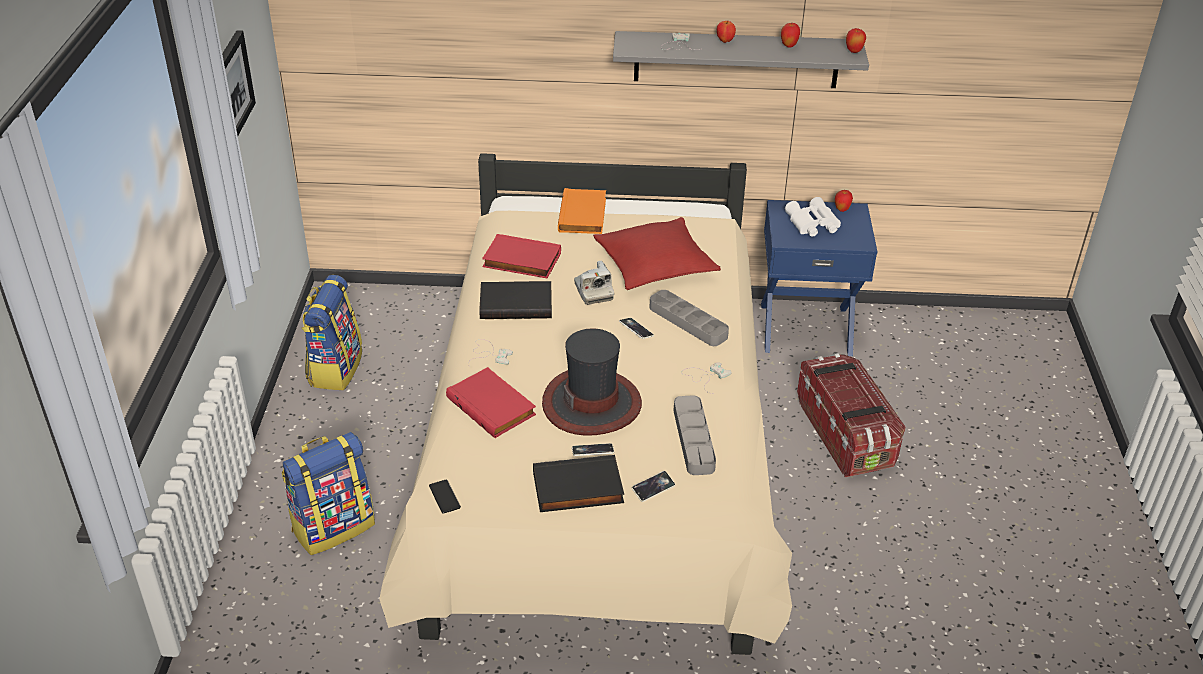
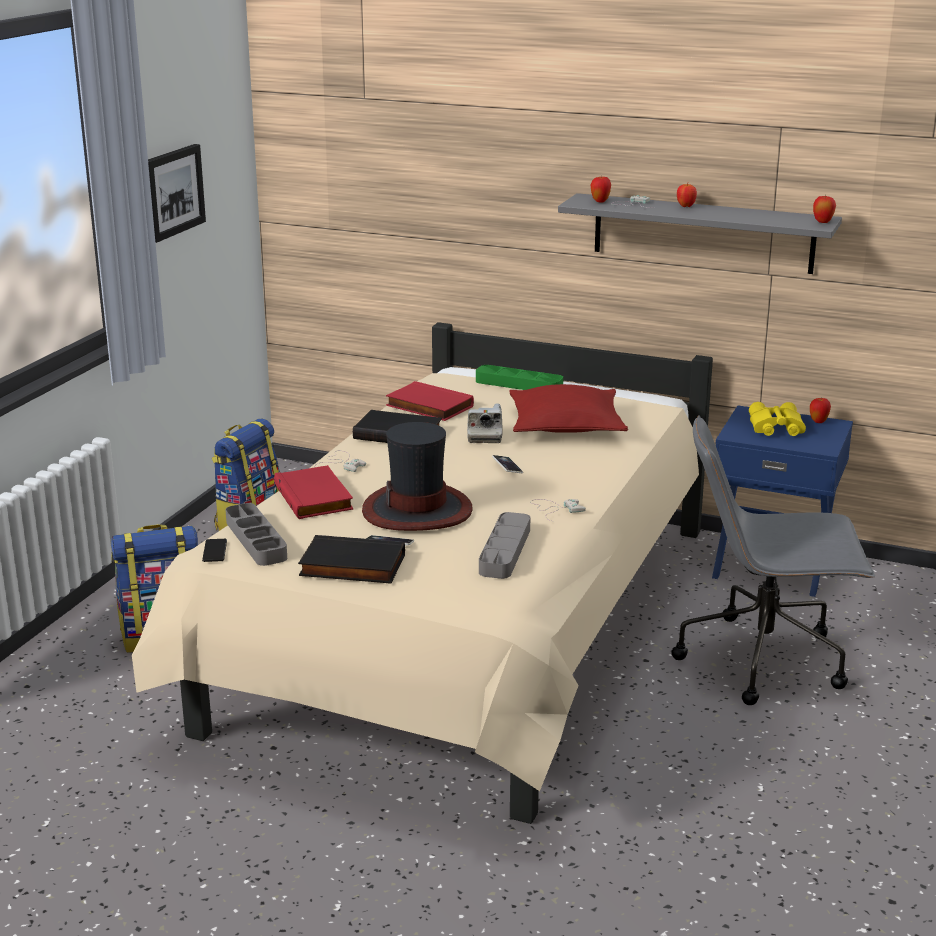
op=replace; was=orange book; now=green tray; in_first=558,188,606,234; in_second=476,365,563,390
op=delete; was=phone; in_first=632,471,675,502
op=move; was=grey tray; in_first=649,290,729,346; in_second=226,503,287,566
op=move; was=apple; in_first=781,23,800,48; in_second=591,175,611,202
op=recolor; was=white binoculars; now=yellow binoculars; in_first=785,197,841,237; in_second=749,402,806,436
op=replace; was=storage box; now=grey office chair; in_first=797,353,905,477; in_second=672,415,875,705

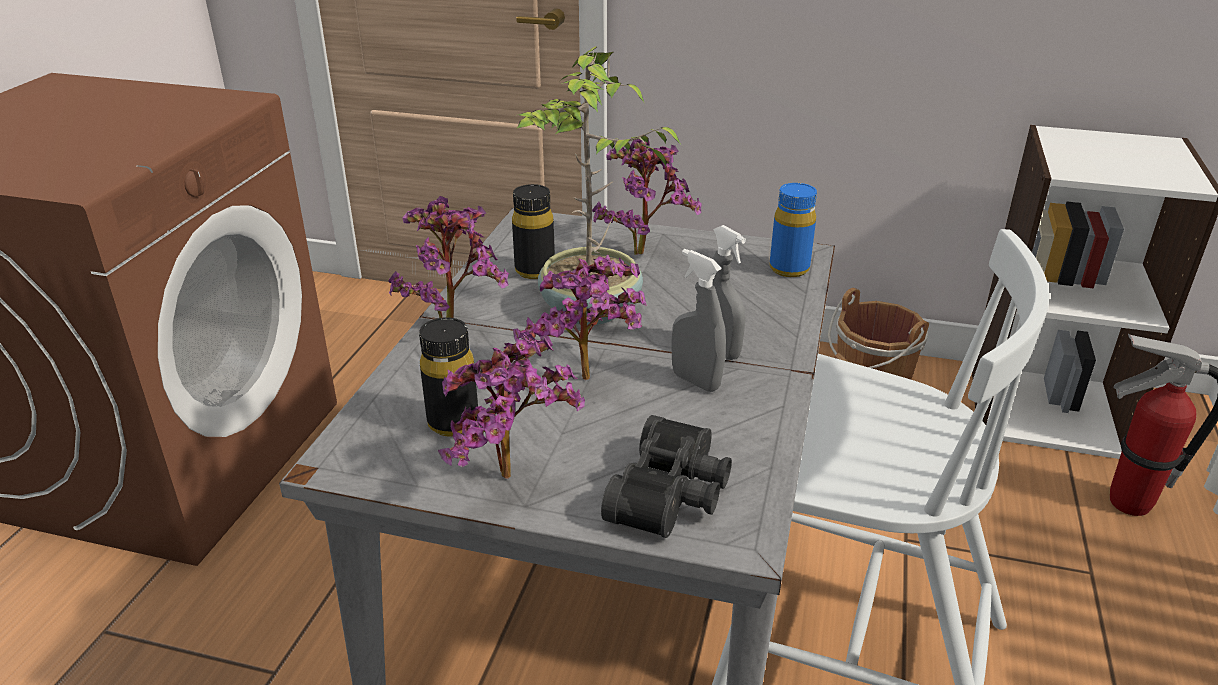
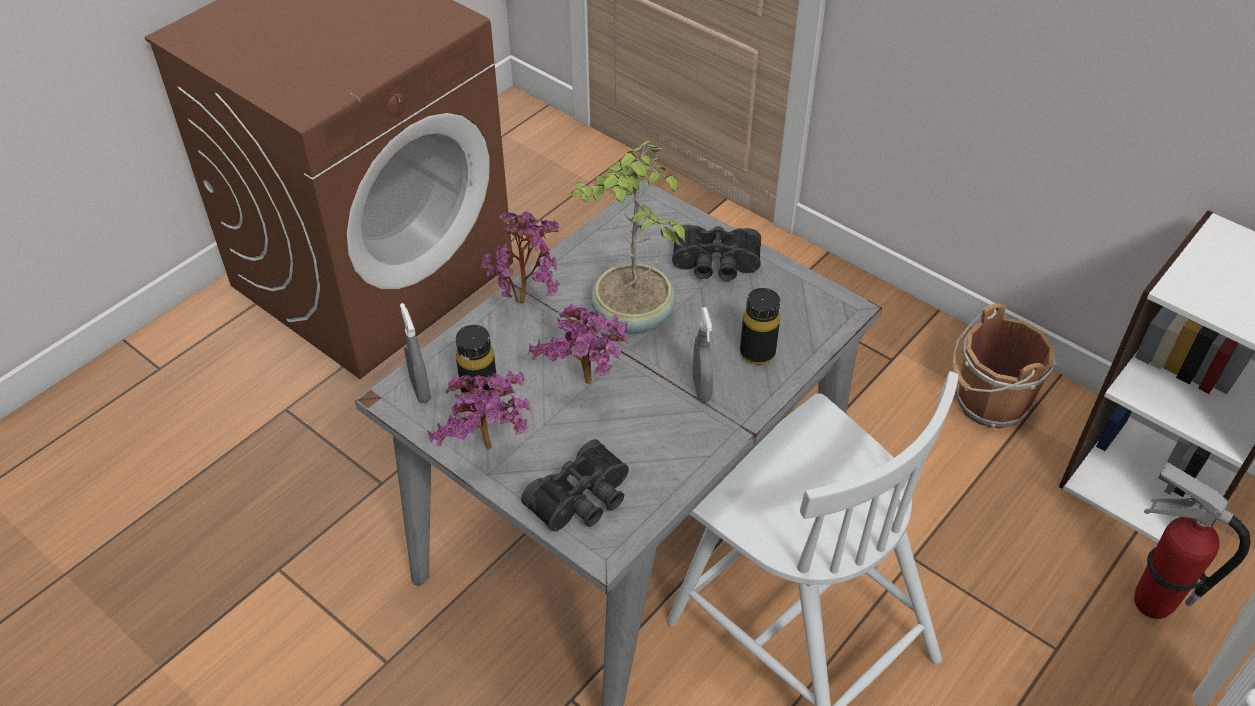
op=move; was=black bottle; in_first=512,184,555,279; in_second=740,288,780,365
op=replace; was=potted plant; now=black binoculars; in_first=592,135,702,255; in_second=672,225,761,281
op=move; was=grey spray bottle; in_first=671,249,726,392; in_second=400,303,431,403
op=delete; was=blue bottle; in_first=770,183,817,277

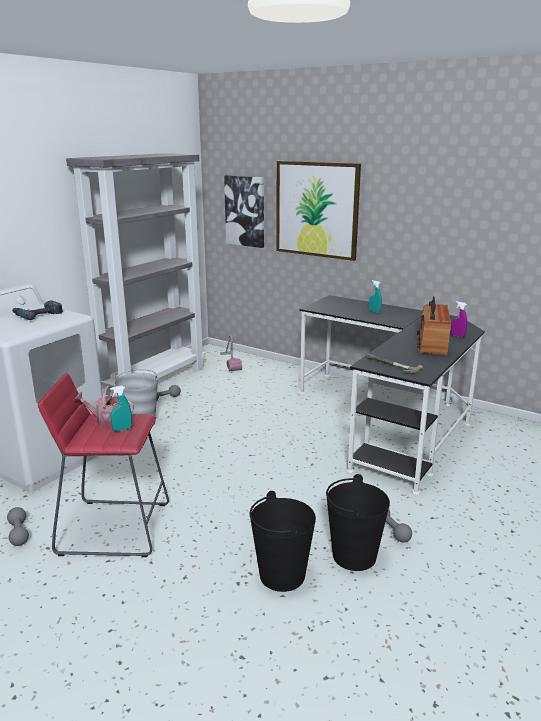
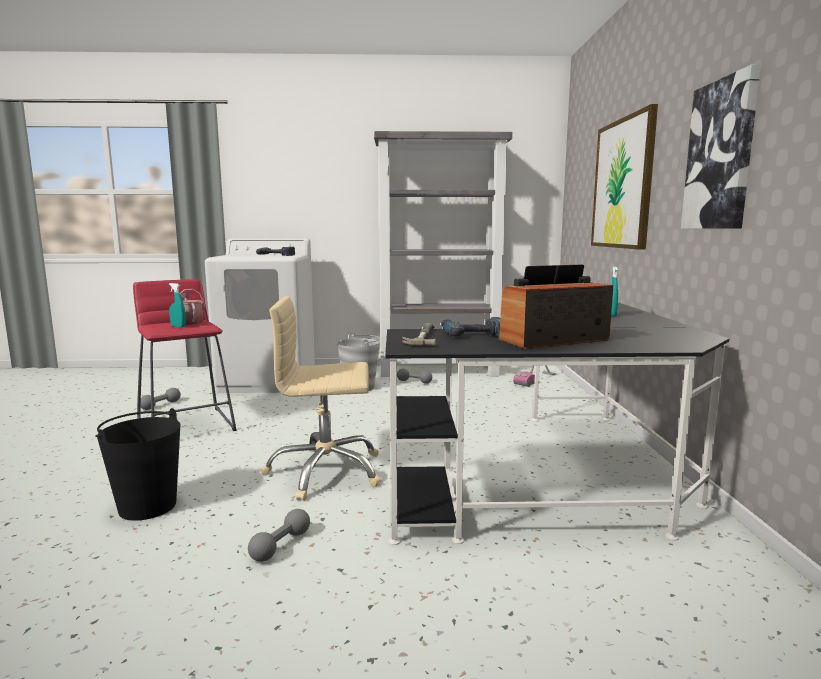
op=move; was=picture; in_first=224,175,264,248; in_second=681,64,761,229
op=delete; was=black bucket; in_first=326,474,390,571
op=delete; was=purple spray bottle; in_first=451,301,467,338
op=insert; now=beige office chair; in_second=261,296,381,501
op=insert; now=power drill; in_second=441,317,500,337

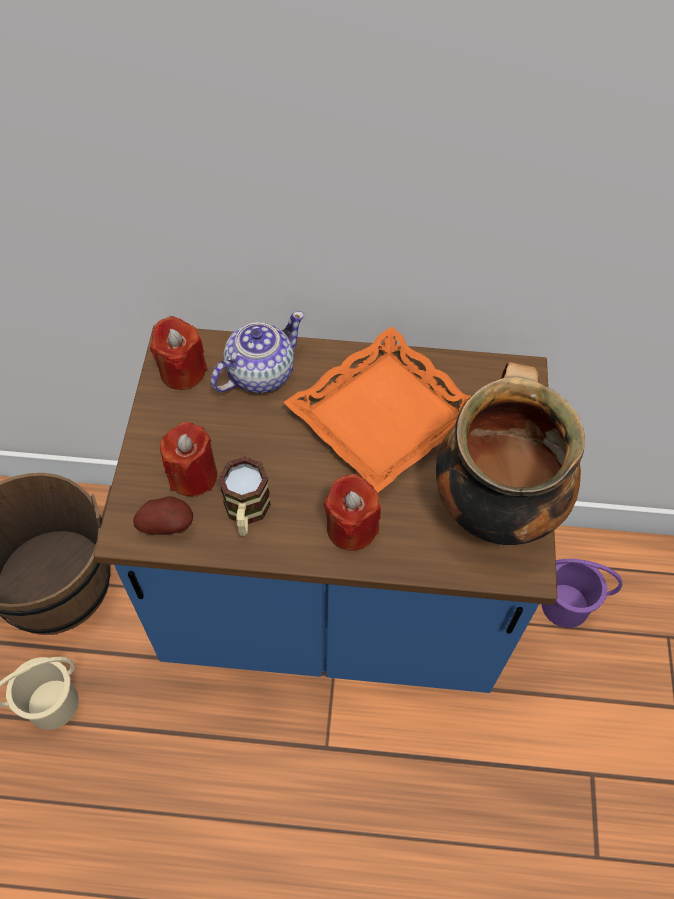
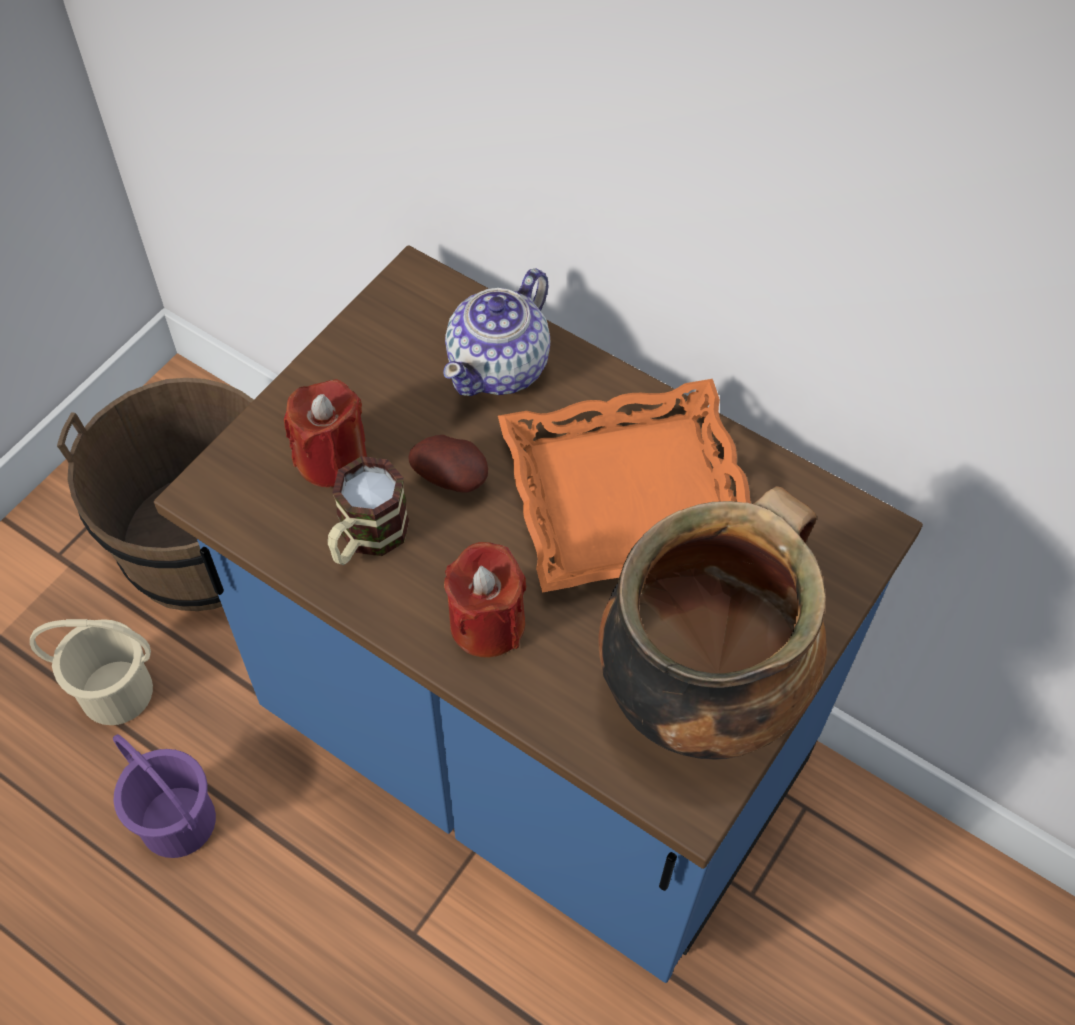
op=move; was=potato; in_first=133,496,193,535; in_second=408,435,488,493
op=delete; was=red candle; in_first=150,316,207,390
op=rotate; was=teapot; in_first=211,311,304,393; in_second=443,269,550,396; clockwise=135
op=move; was=purple bucket; in_first=541,559,622,628; in_second=113,734,216,858

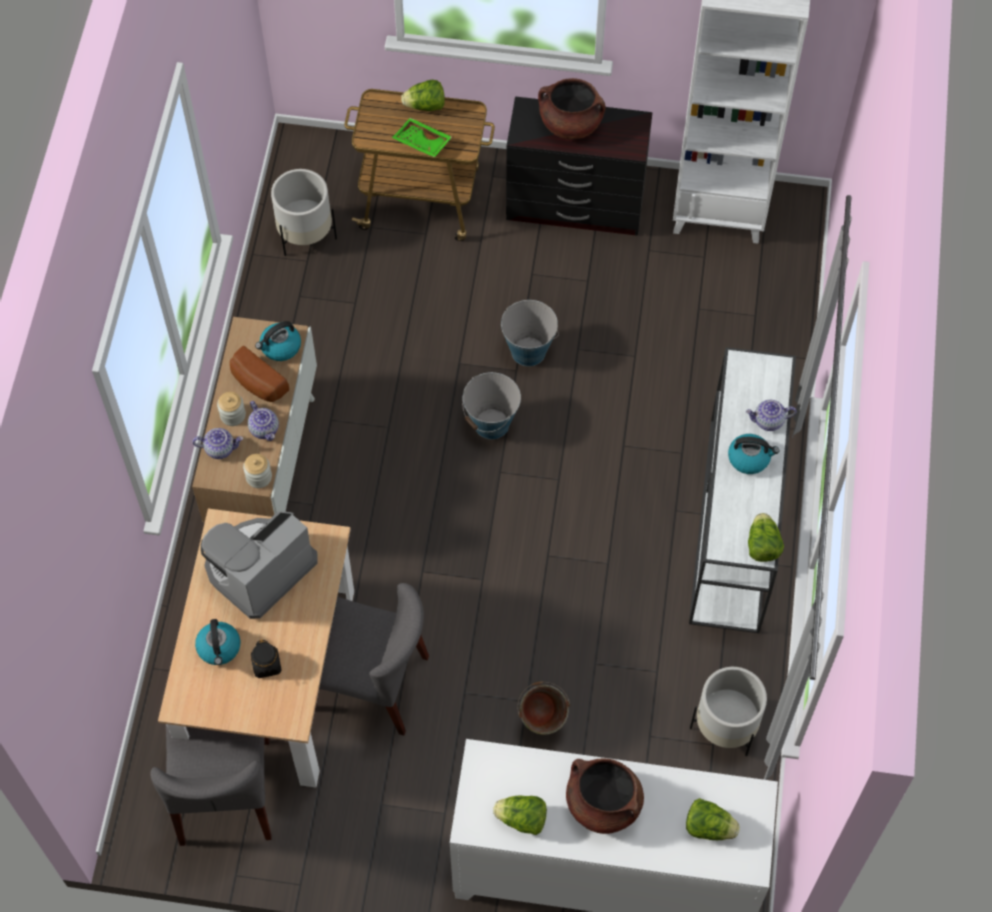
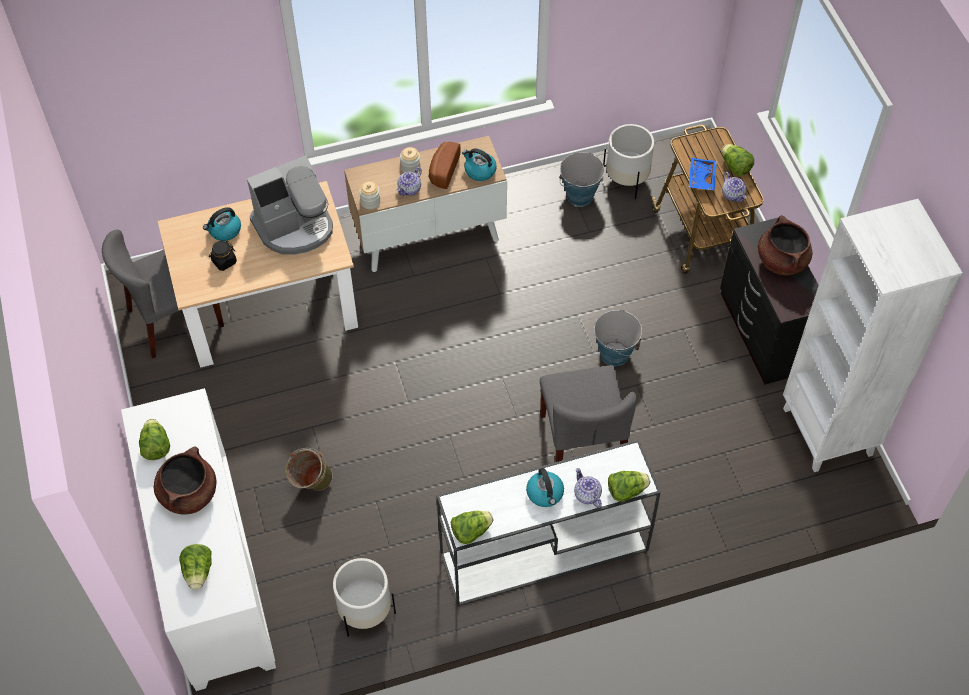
op=move; was=teapot; in_first=192,428,243,459; in_second=722,172,746,202
op=rotate; was=coffee machine; in_first=201,511,318,619; in_second=247,155,333,255; clockwise=135
op=move; was=grey chair; in_first=319,583,429,735; in_second=540,365,637,462
op=recolor; was=green tray; now=blue tray; in_first=392,118,452,158; in_second=689,158,717,191
op=move; was=bucket; in_first=462,372,521,439; in_second=559,152,605,206
op=insert; now=lettuce; in_second=608,471,650,502

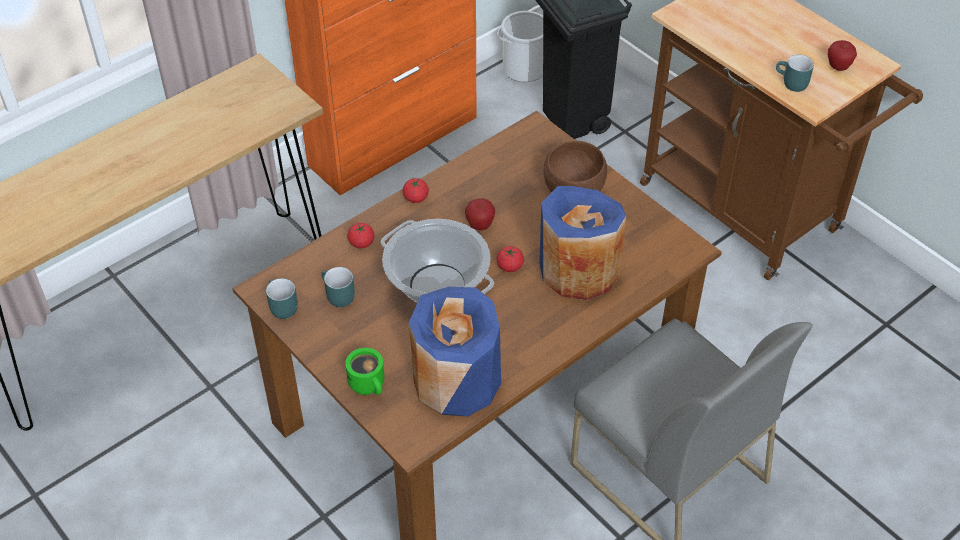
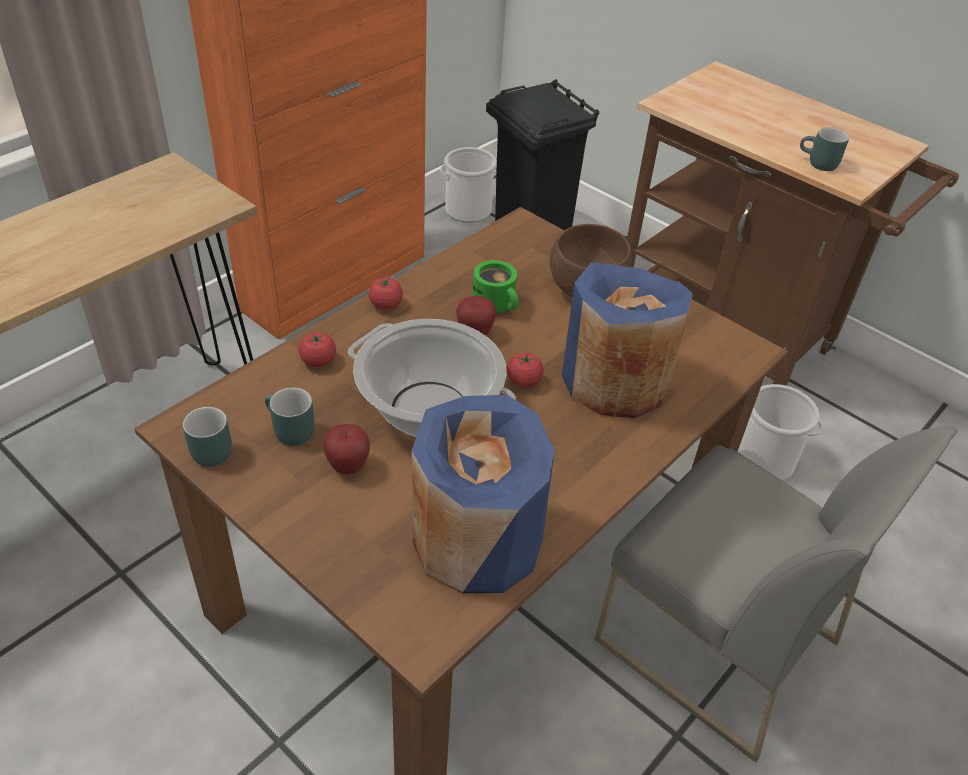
op=move; was=green mug; in_first=345,348,384,395; in_second=473,260,519,314
op=move; was=apple; in_first=828,40,857,71; in_second=323,424,370,474
op=insert; now=bucket; in_second=738,384,822,481

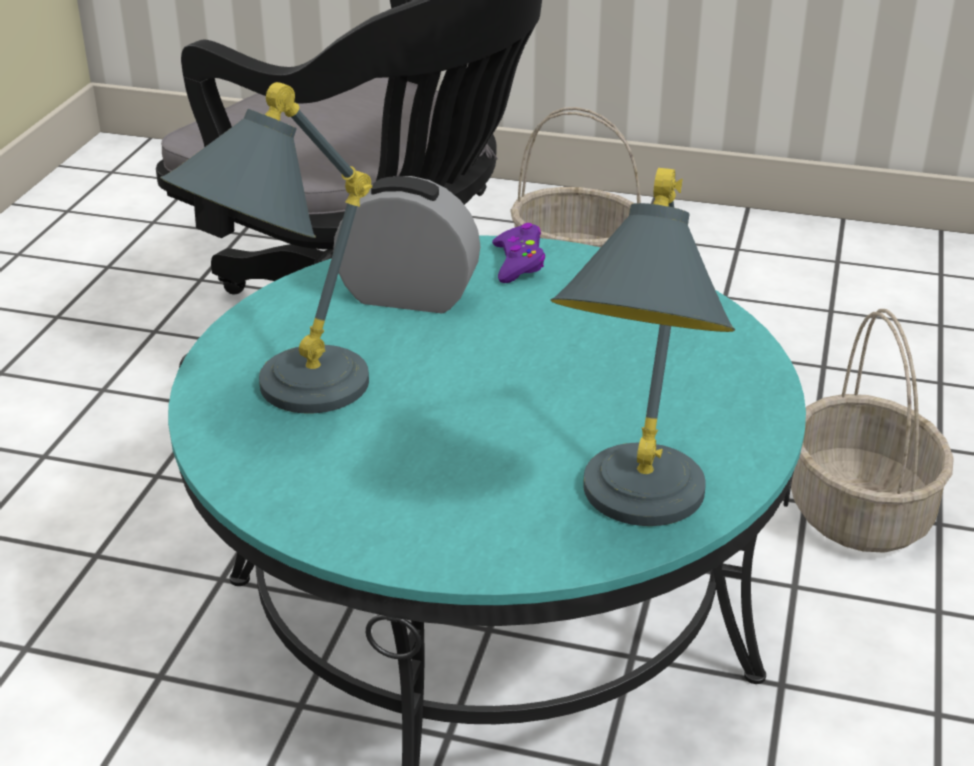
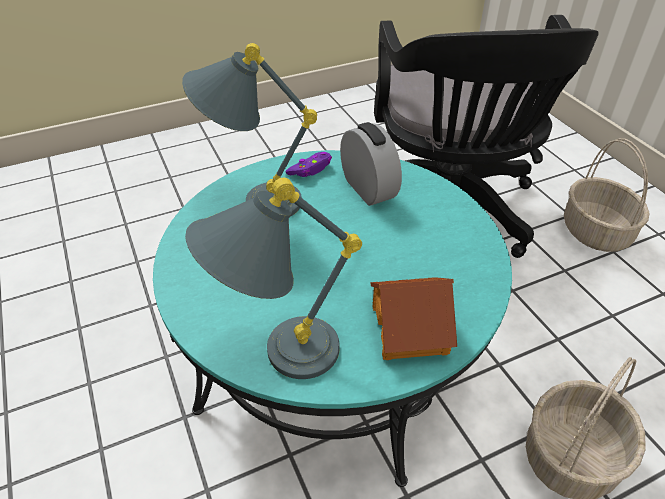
op=move; was=purple game controller; in_first=492,223,545,283; in_second=286,152,332,177
op=insert; now=toy house; in_second=370,277,457,360

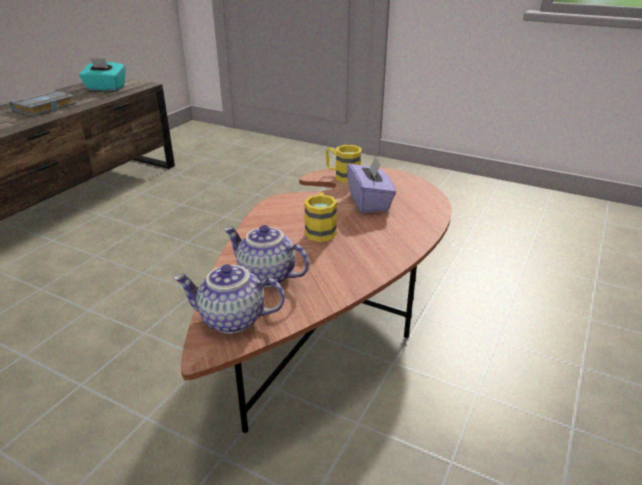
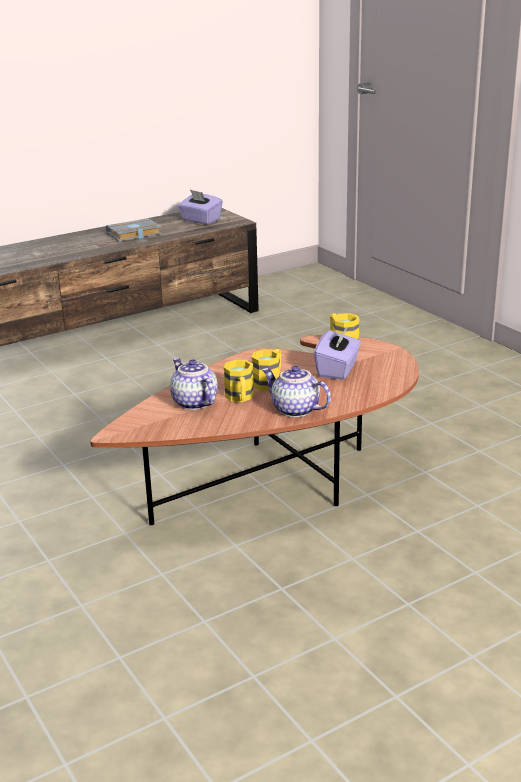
op=recolor; was=turquoise tissue box; now=purple tissue box; in_first=79,57,126,91; in_second=178,190,223,225
op=move; was=teapot; in_first=174,264,285,334; in_second=262,366,331,417
op=insert; now=yellow mug; in_second=223,360,254,402

